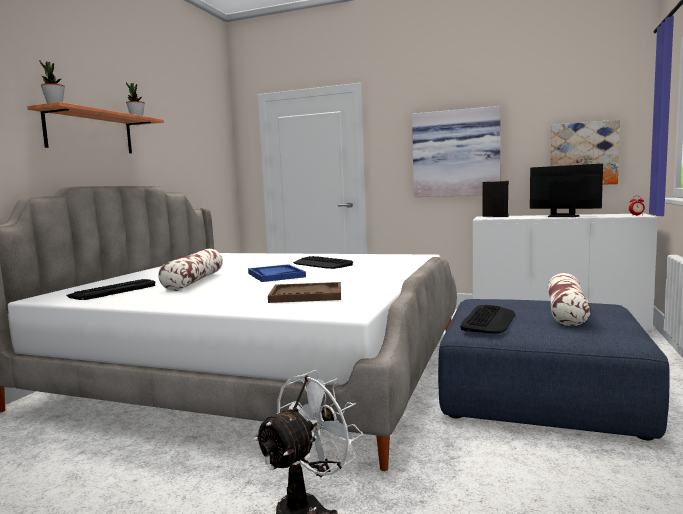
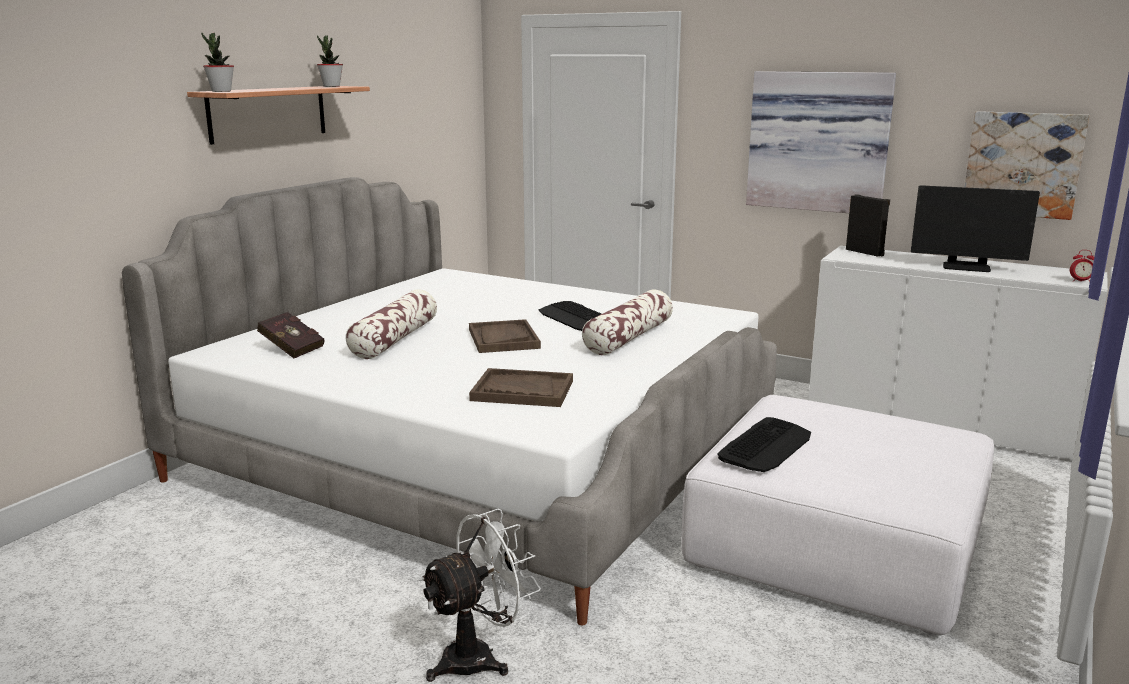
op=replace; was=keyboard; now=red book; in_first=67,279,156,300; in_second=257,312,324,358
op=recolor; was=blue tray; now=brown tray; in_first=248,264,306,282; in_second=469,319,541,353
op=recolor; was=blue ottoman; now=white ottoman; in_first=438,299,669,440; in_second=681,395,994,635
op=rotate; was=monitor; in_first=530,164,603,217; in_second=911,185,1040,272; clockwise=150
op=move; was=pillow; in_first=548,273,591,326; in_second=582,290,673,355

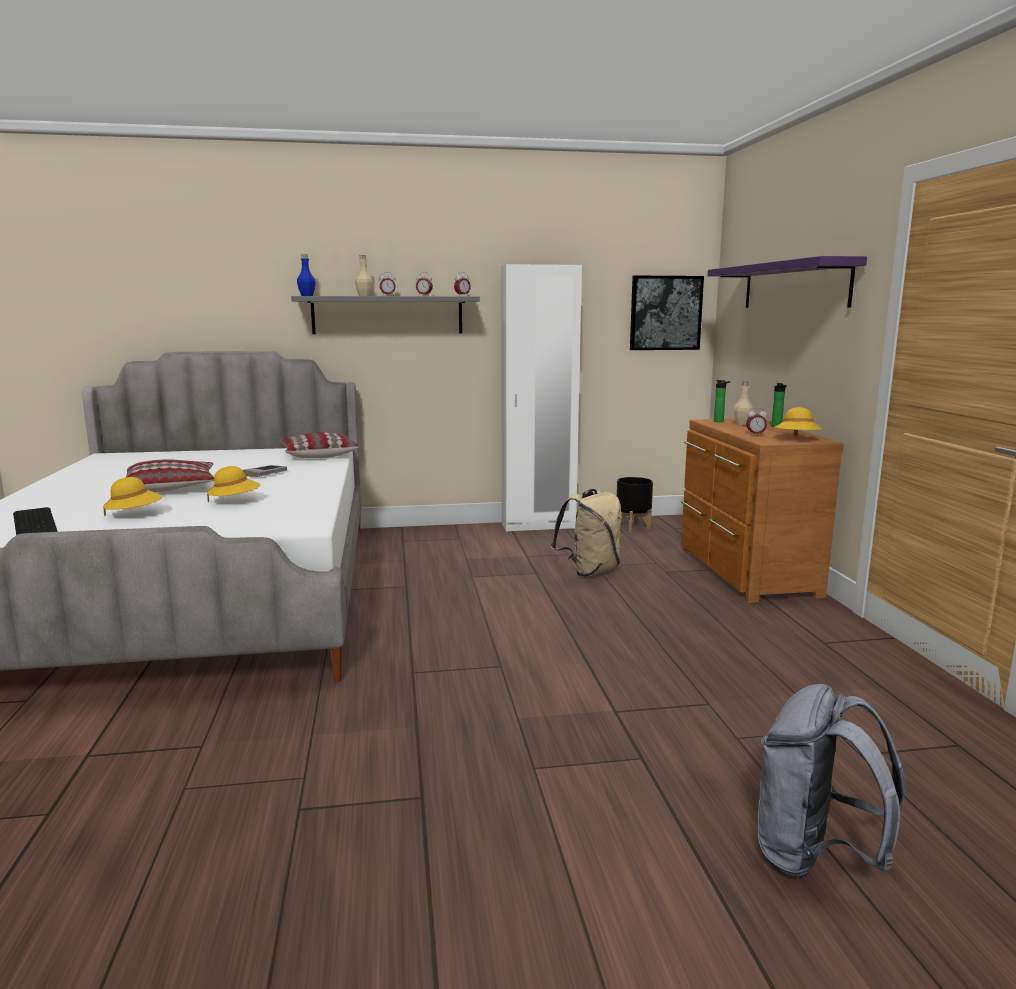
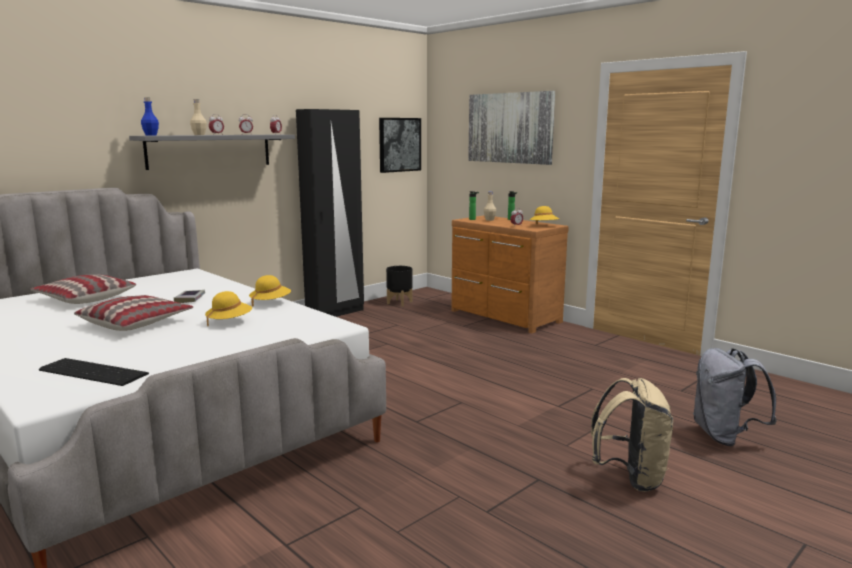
op=move; was=yellow hat; in_first=103,477,162,516; in_second=249,275,291,307
op=move; was=pillow; in_first=280,432,360,458; in_second=30,275,137,304
op=recolor; was=white wardrobe; now=black wardrobe; in_first=501,264,582,532; in_second=296,109,364,317
op=move; was=beige backpack; in_first=551,489,622,577; in_second=591,378,673,492
op=replace; was=purple shelf; now=picture; in_first=708,256,867,308; in_second=468,91,555,165

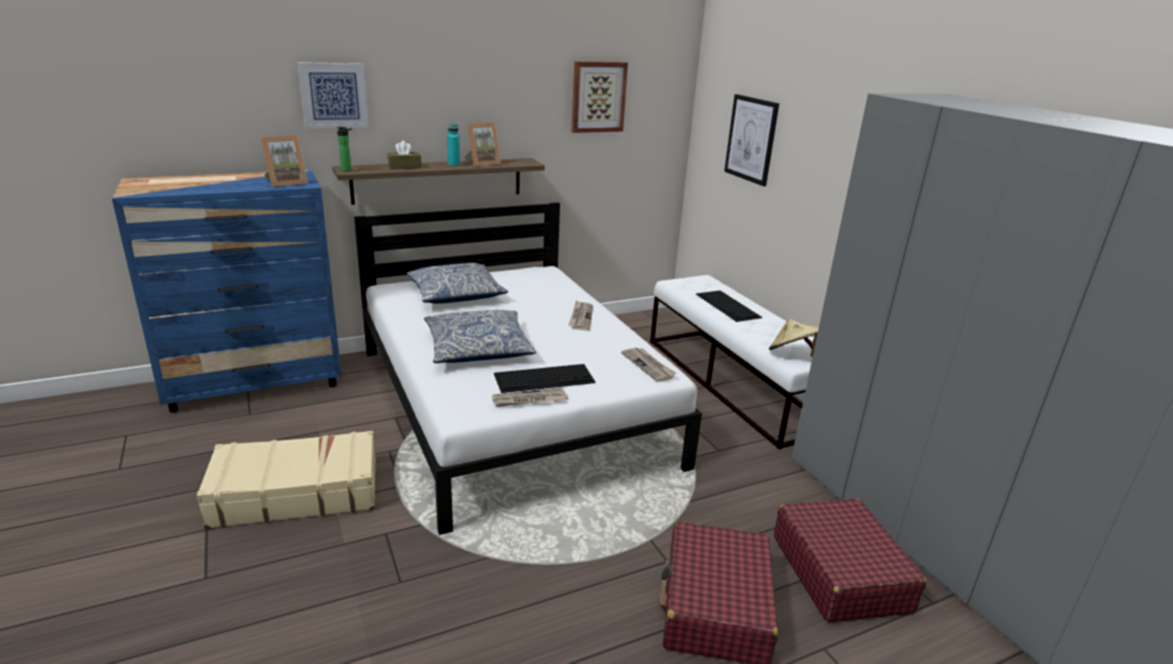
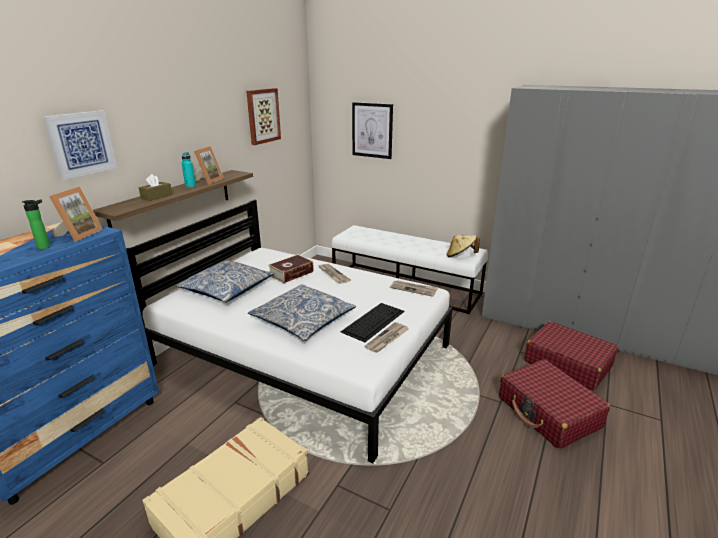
op=move; was=bottle; in_first=337,127,352,172; in_second=22,199,50,249
op=delete; was=keyboard; in_first=696,290,762,322
op=insert; now=book; in_second=268,254,314,283

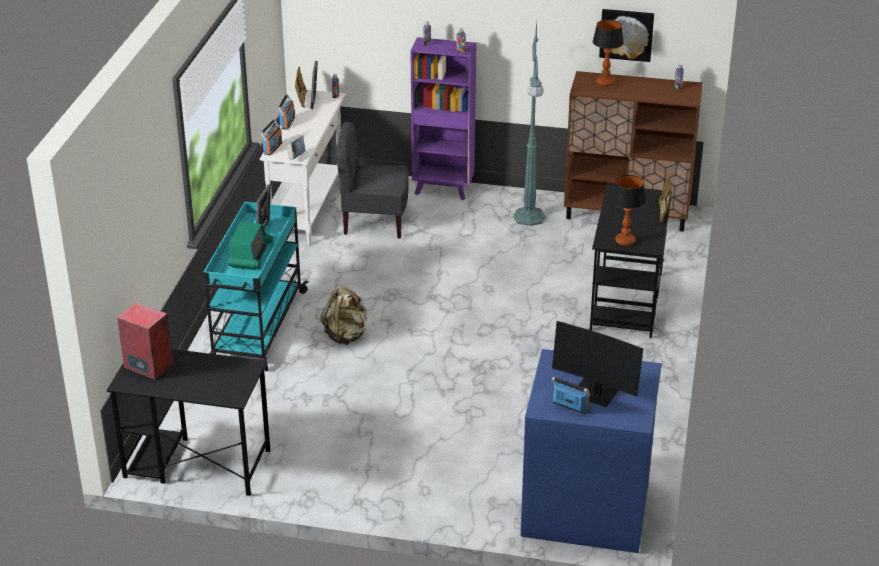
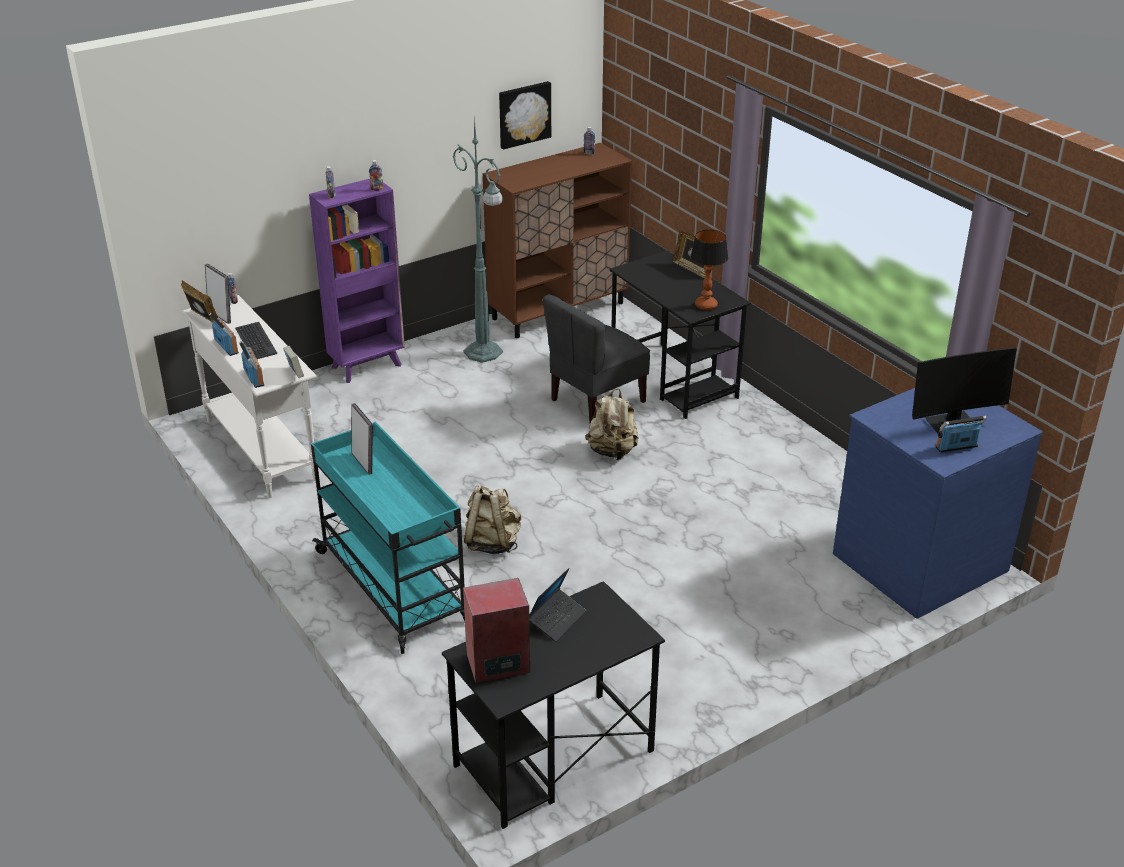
op=delete; was=radio; in_first=228,221,273,270
op=move; was=grey chair; in_first=336,122,409,239; in_second=543,294,650,423
op=delete; was=table lamp; in_first=593,20,624,86
op=insert; now=keyboard; in_second=235,322,277,359
op=insert; now=laptop; in_second=529,568,586,642
op=insert; now=beige backpack; in_second=585,389,639,460

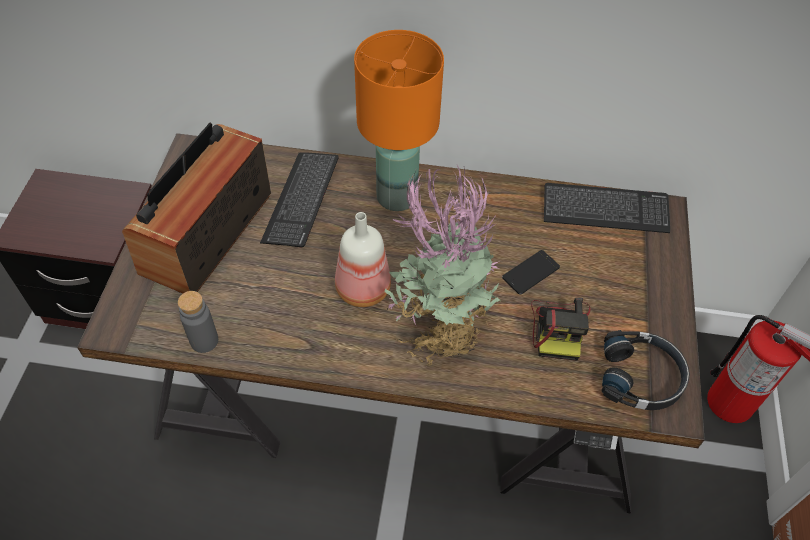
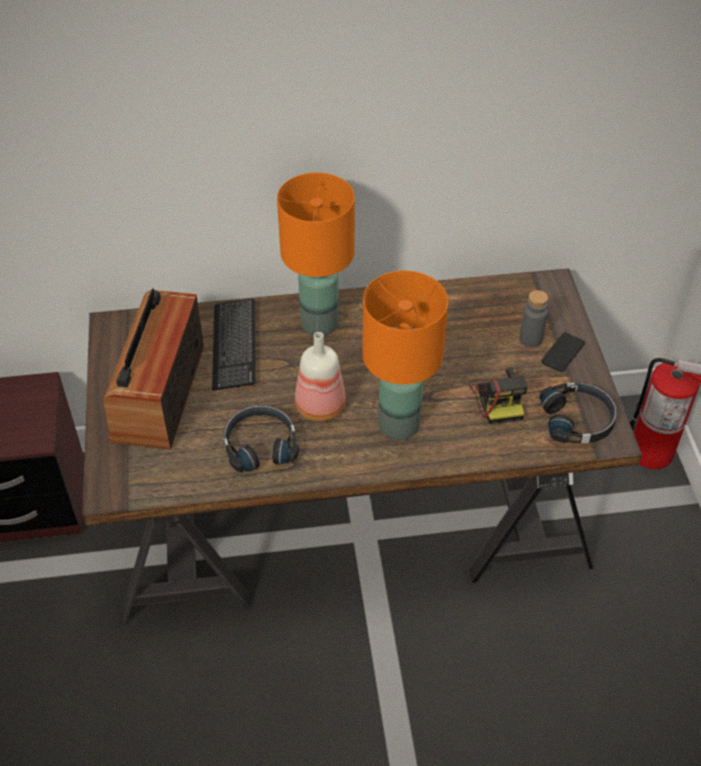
op=move; was=grey bottle; in_first=178,291,218,353; in_second=519,290,548,348
op=replace; was=potted plant; now=orange table lamp; in_first=385,164,501,365; in_second=362,271,448,440
op=move; was=phone; in_first=502,250,560,295; in_second=541,332,585,372
op=delete; was=keyboard; in_first=544,183,670,233
op=insert; now=black headphones; in_second=224,405,299,473

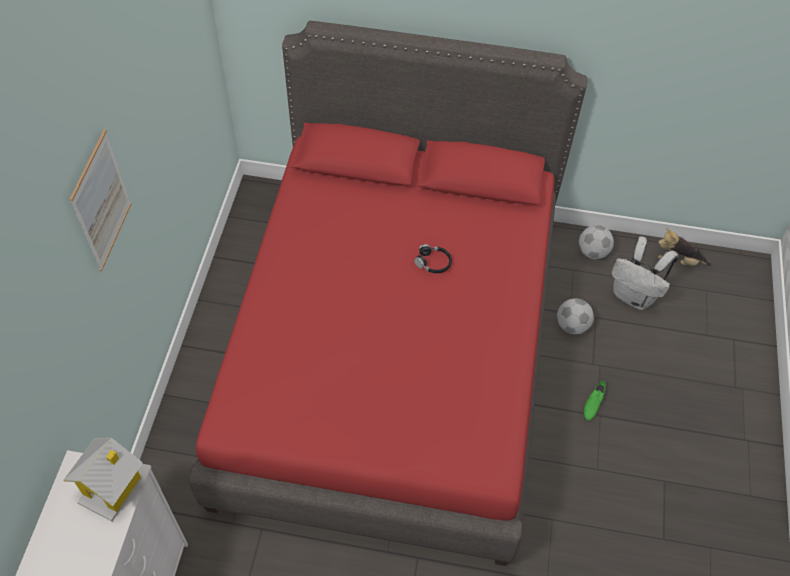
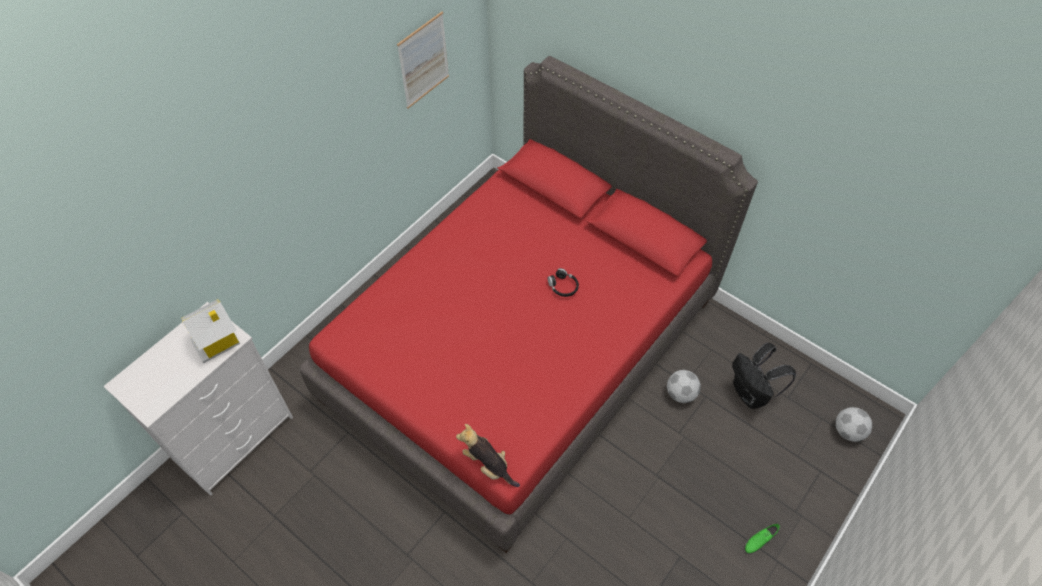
op=move; was=picture; in_first=70,129,131,271; in_second=397,12,449,109
op=move; was=football; in_first=579,225,614,259; in_second=835,407,872,442
op=move; was=green shoe; in_first=583,381,606,422; in_second=744,524,780,554
op=recolor; was=white backpack; now=black backpack; in_first=611,236,679,310; in_second=732,342,796,409
op=move; was=plush toy; in_first=658,228,711,266; in_second=456,424,520,487

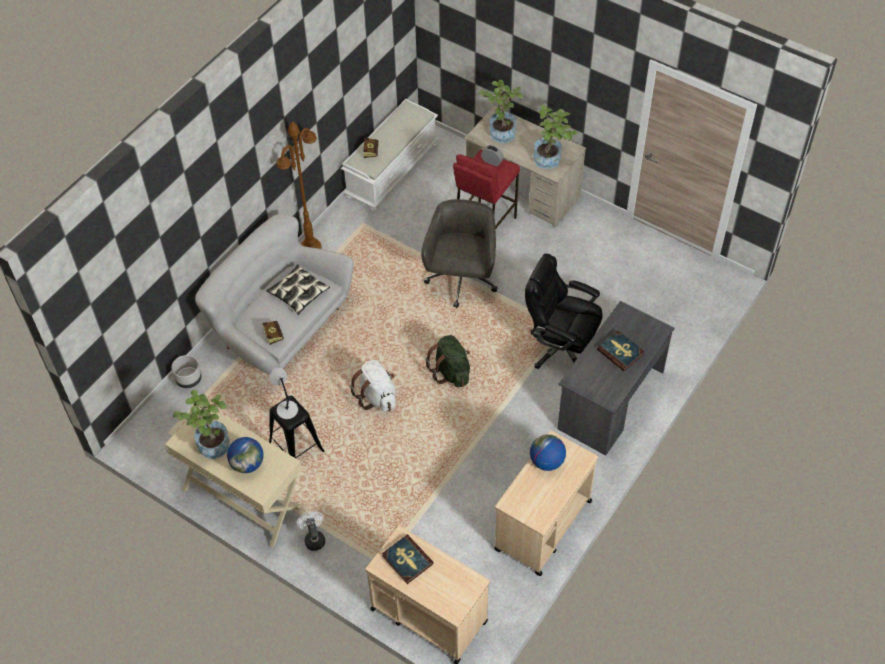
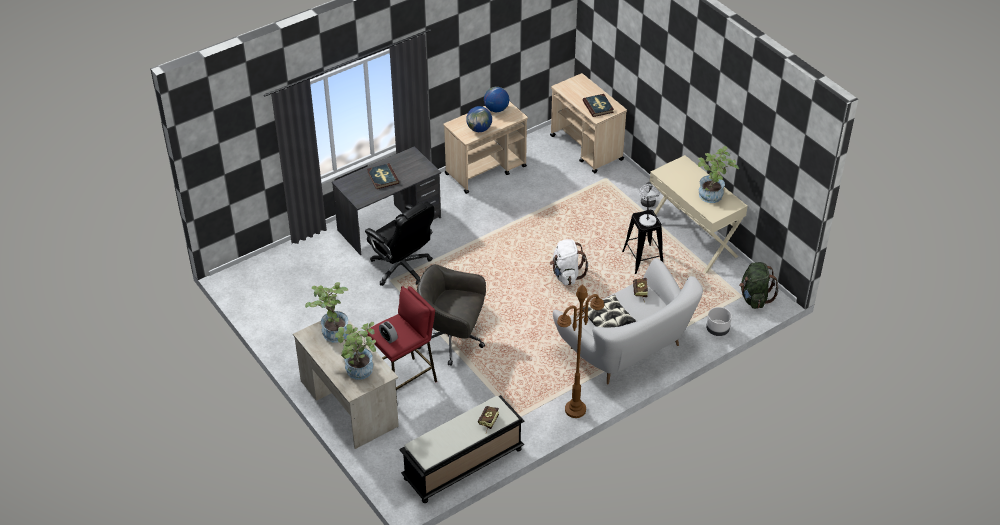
op=move; was=globe; in_first=227,437,264,473; in_second=484,87,509,112
op=recolor; was=white bench; now=black bench; in_first=341,99,439,212; in_second=399,395,524,503
op=rotate; was=grey office chair; in_first=421,199,497,308; in_second=417,264,486,366; clockwise=75
op=move; was=green backpack; in_first=425,335,470,388; in_second=739,262,779,309

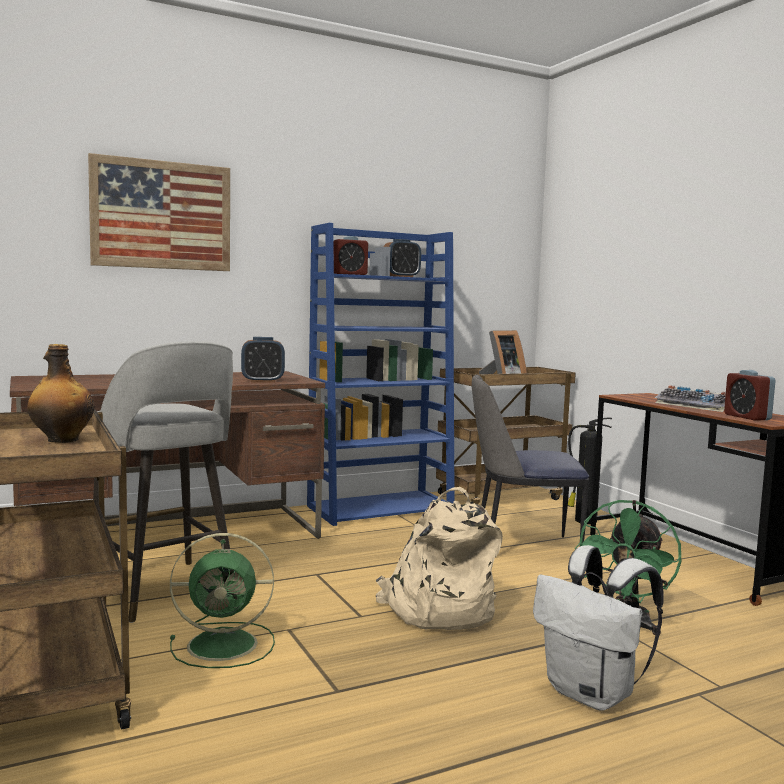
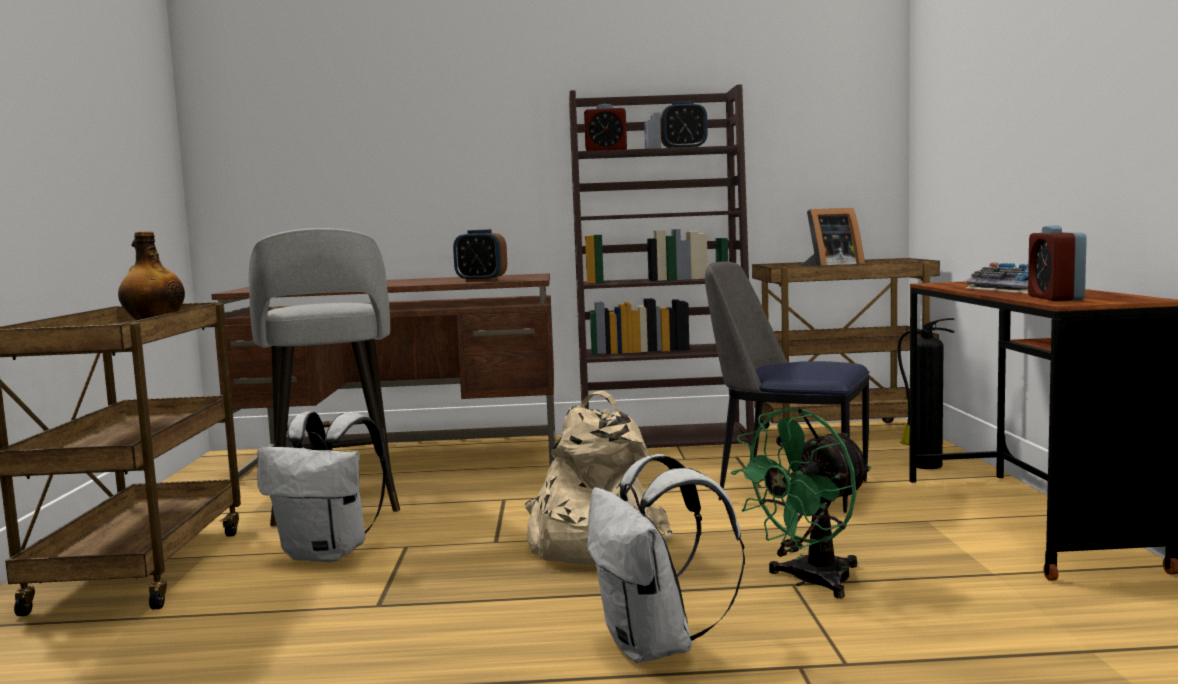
op=delete; was=picture; in_first=88,153,230,271
op=replace; was=green fan; now=white backpack; in_first=170,533,275,668; in_second=257,411,386,562
op=recolor; was=blue bookcase; now=brown bookcase; in_first=307,223,455,526; in_second=569,84,754,448

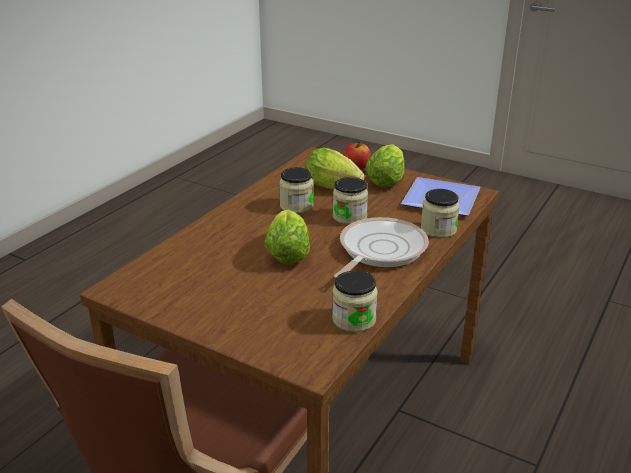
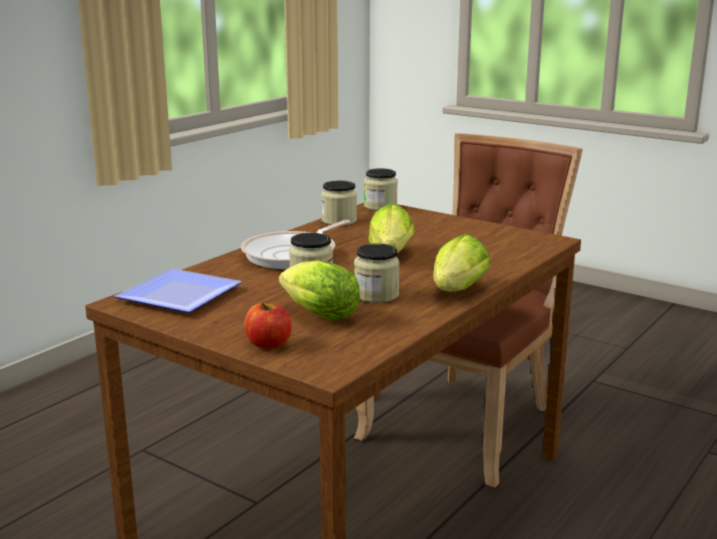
op=move; was=lettuce; in_first=365,144,405,187; in_second=433,234,490,292
op=move; was=jar; in_first=421,189,460,238; in_second=364,168,398,211

